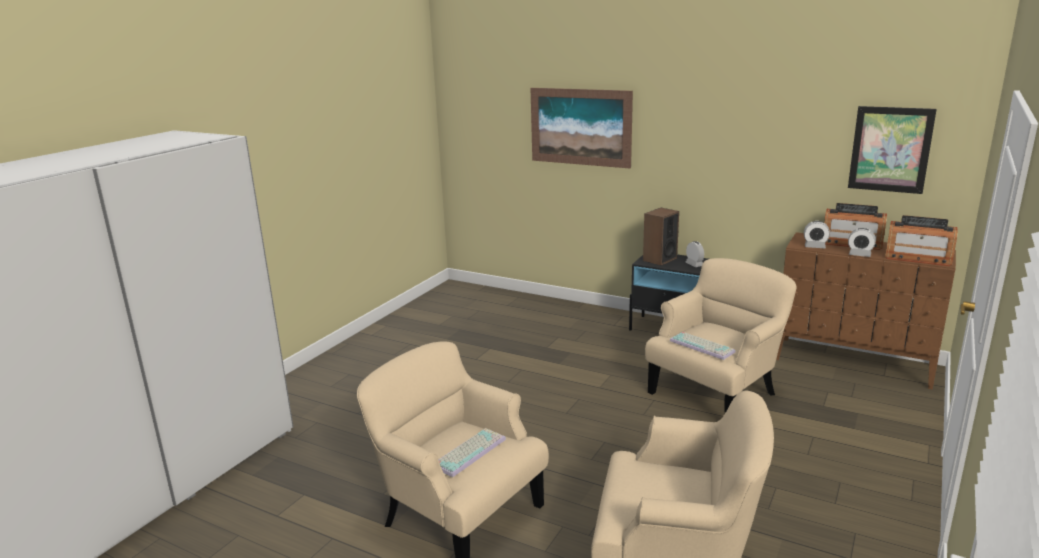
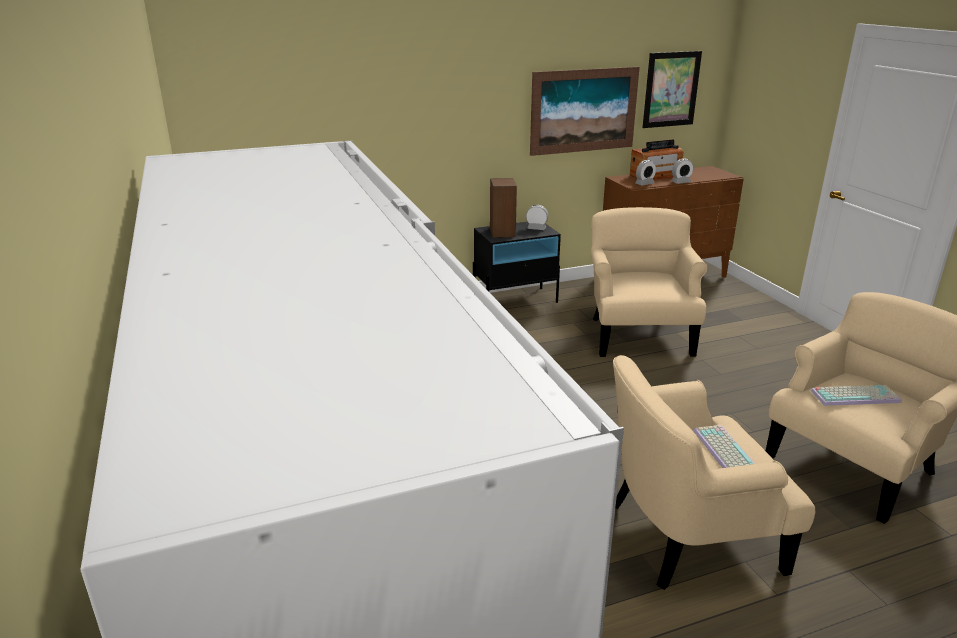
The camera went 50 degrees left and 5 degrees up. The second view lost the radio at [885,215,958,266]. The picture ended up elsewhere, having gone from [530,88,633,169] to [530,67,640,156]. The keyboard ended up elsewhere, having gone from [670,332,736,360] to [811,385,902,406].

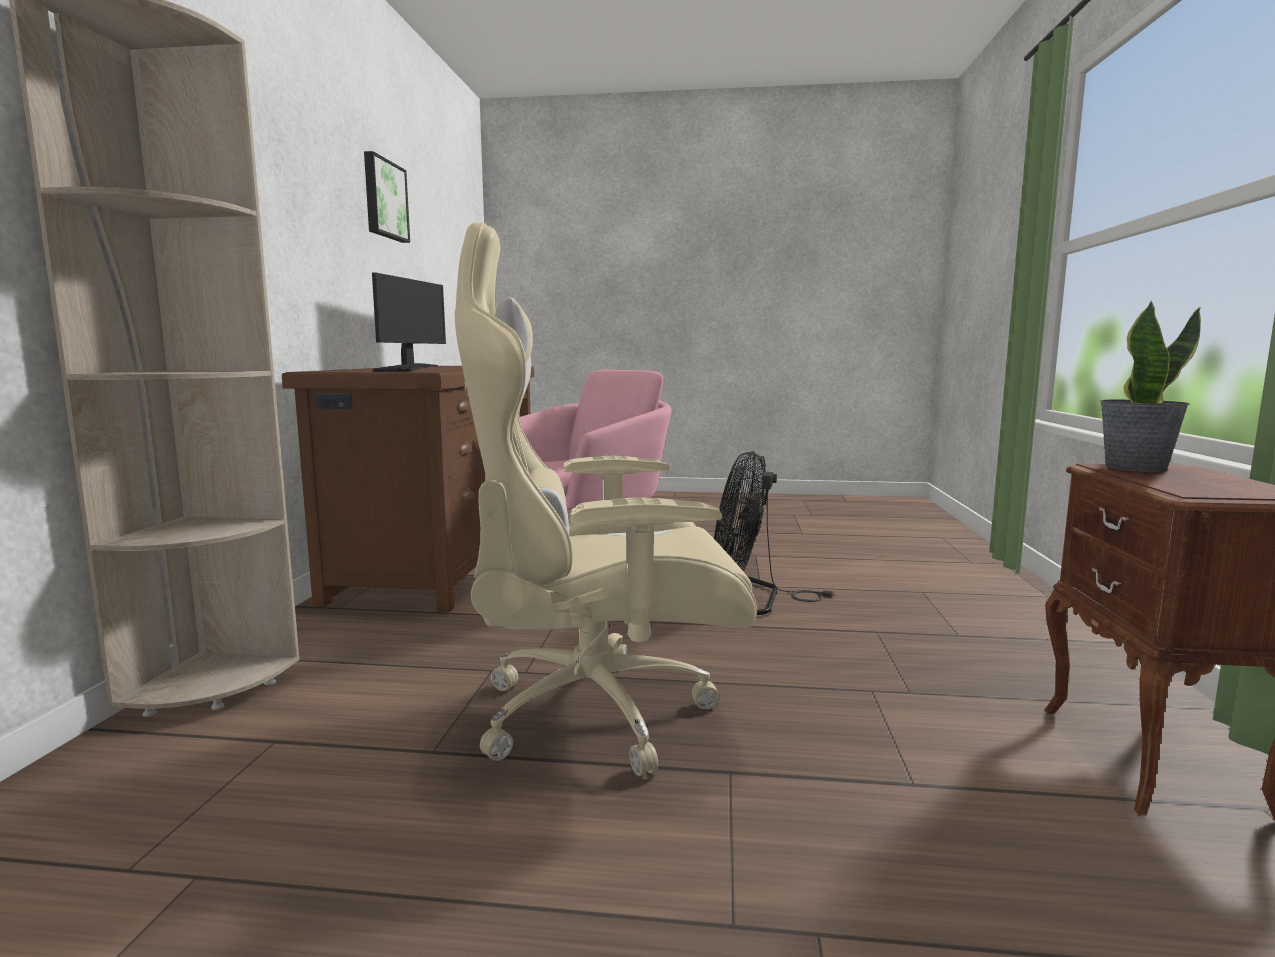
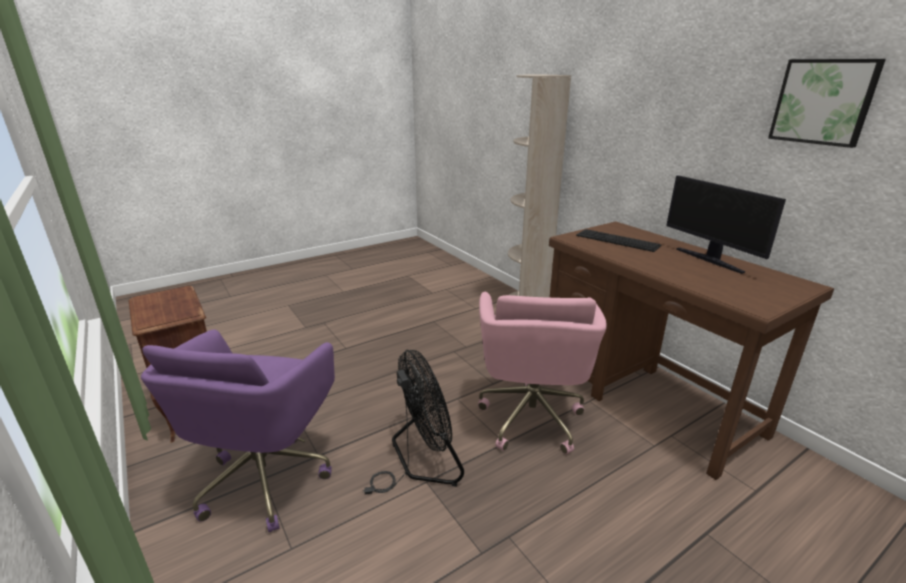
The camera went 140 degrees right and 15 degrees up. The second view lost the office chair (beige) at [455,222,757,776]. The second view lost the potted plant at [1100,301,1201,472]. The second view gained the office chair (purple) at [141,329,335,532].

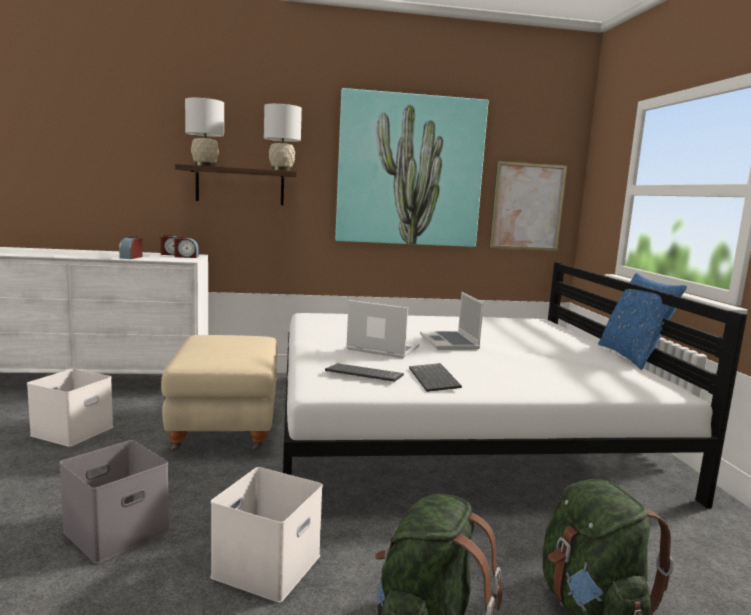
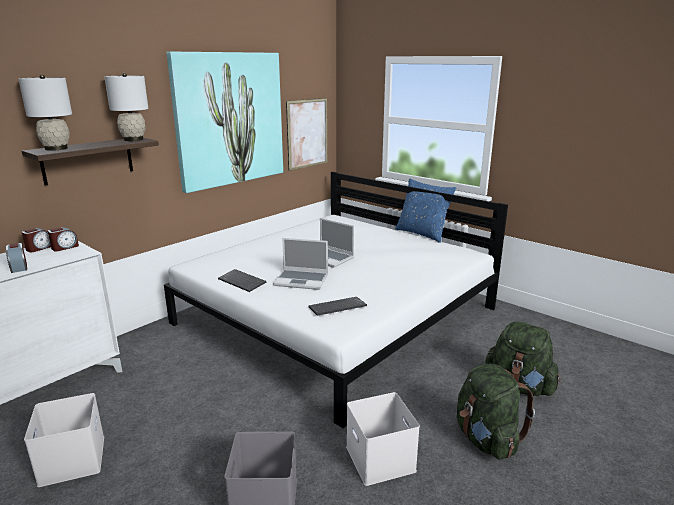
The camera went 40 degrees left and 10 degrees up. The second view lost the ottoman (beige) at [161,335,278,453]. The keyboard ended up elsewhere, having gone from [409,363,462,392] to [218,269,266,292]. The laptop at [346,300,419,358] ended up facing another way, 150 degrees counterclockwise from before.

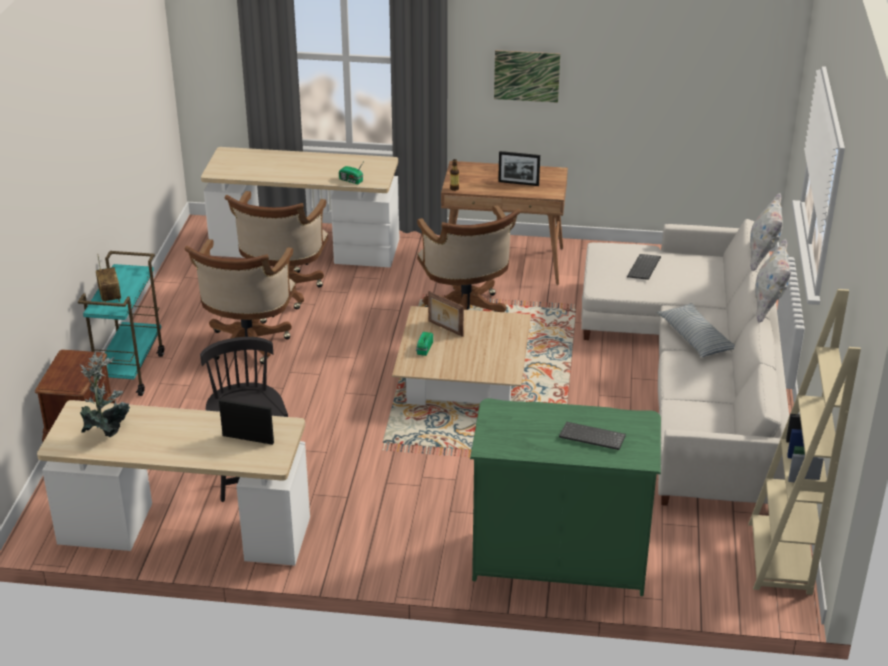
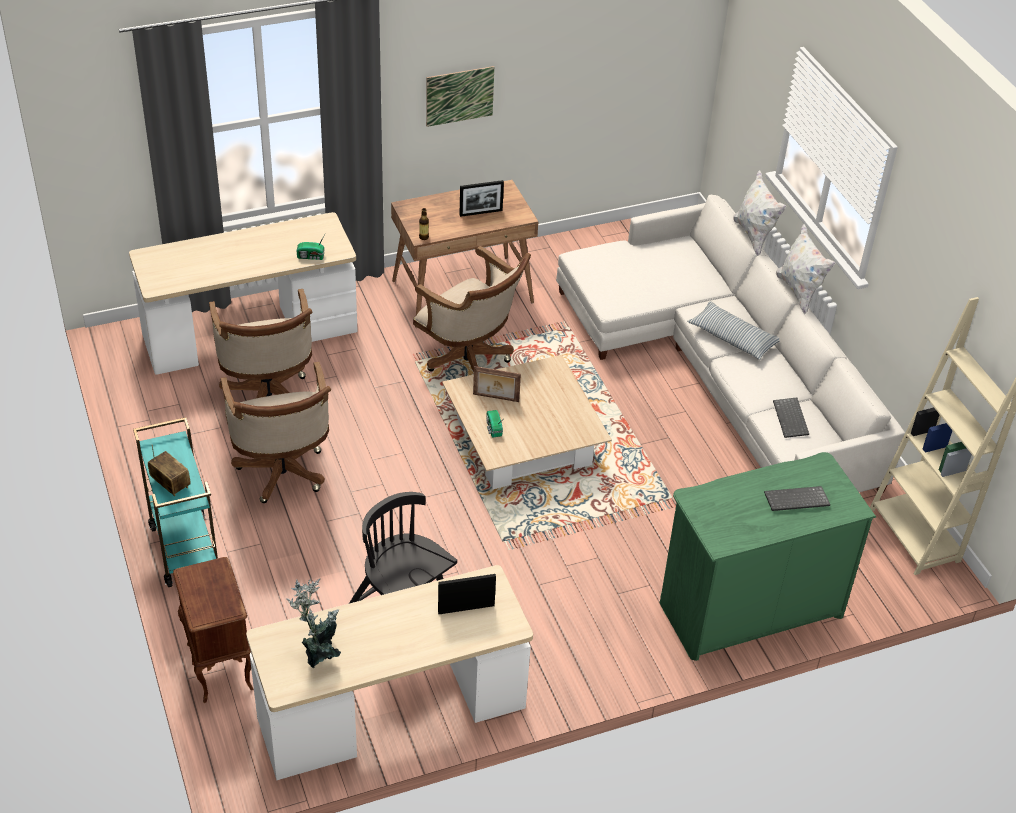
The camera went 30 degrees left and 10 degrees up. The keyboard ended up elsewhere, having gone from [627,254,661,280] to [773,398,809,438].

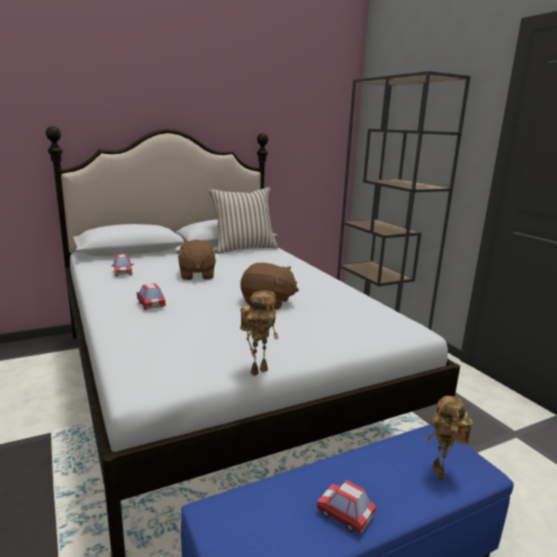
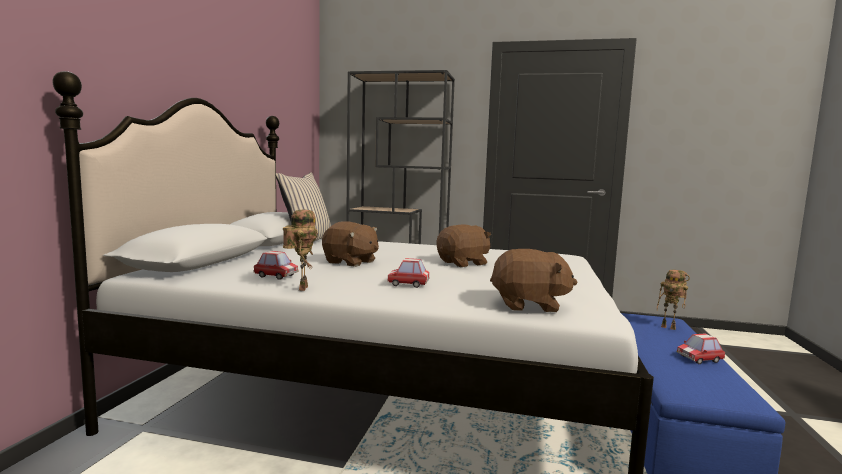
The camera went 50 degrees left and 10 degrees down. The second view gained the plush toy (brown) at [490,249,577,312]. The toy robot ended up elsewhere, having gone from [240,290,278,376] to [283,210,318,291].

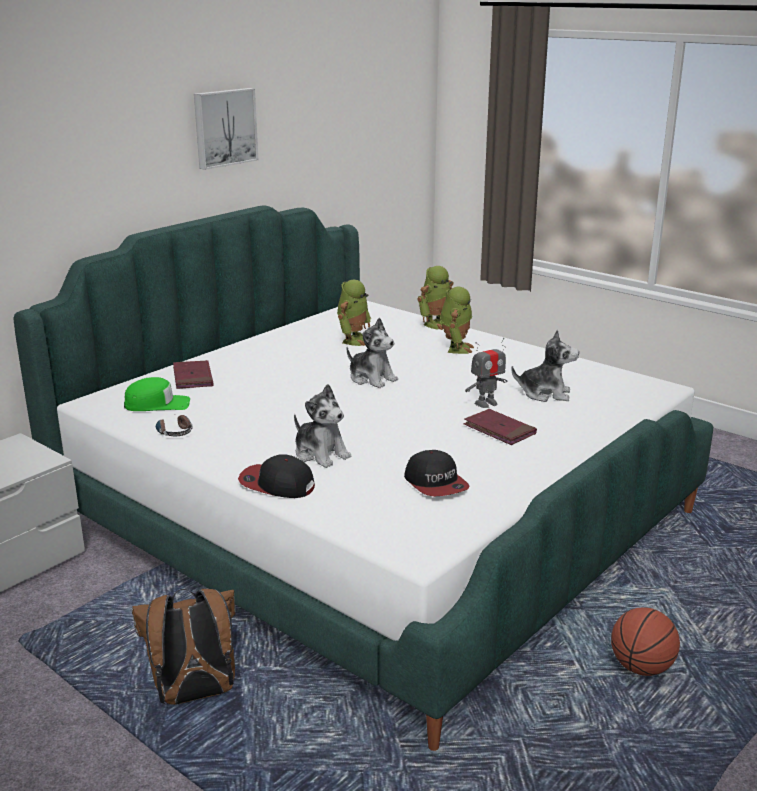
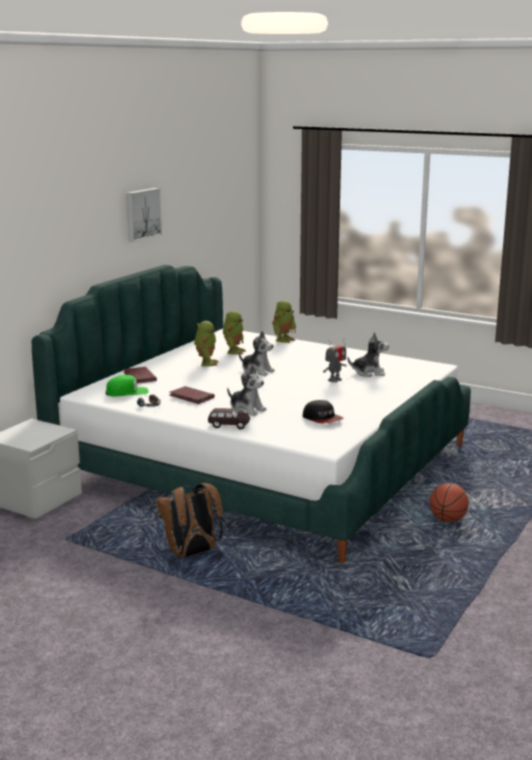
The camera went 10 degrees left and 5 degrees down. The toy robot ended up elsewhere, having gone from [440,287,474,354] to [194,321,218,366]. The book (red) ended up elsewhere, having gone from [464,409,537,445] to [169,386,214,404]. Where the cap stood at [238,454,315,498], the toy car (brown) came to stand at [208,408,250,429].

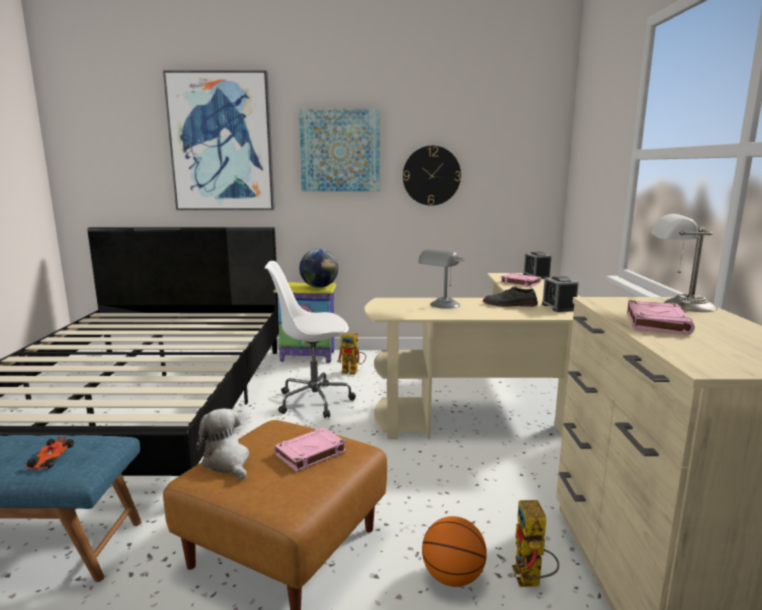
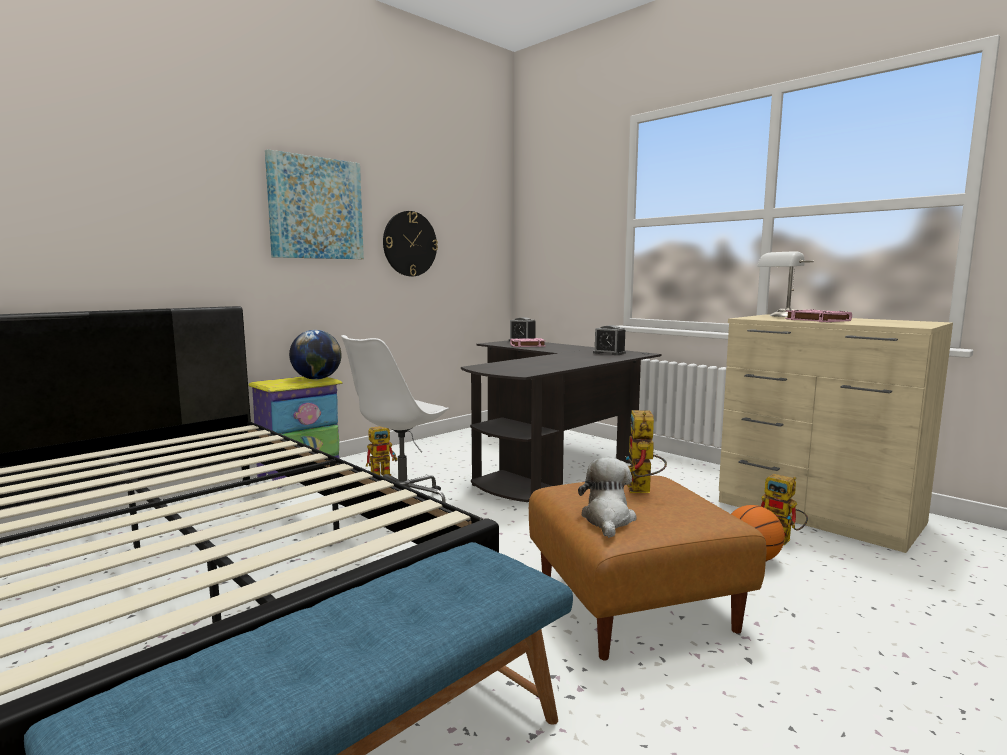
The camera went 45 degrees left and 5 degrees down. The second view lost the toy car at [24,437,74,469]. The second view lost the picture at [163,70,275,210]. The second view lost the table lamp (grey) at [418,249,466,309]. The second view lost the shoe (grey) at [483,286,538,307]. Where the book (pink) stood at [274,428,347,472], the toy robot came to stand at [625,410,667,493]. What was the desk (beige) at [364,273,580,439] turned into the desk (black) at [461,340,661,502]. The plush toy at [196,408,249,480] ended up facing another way, 90 degrees clockwise from before.

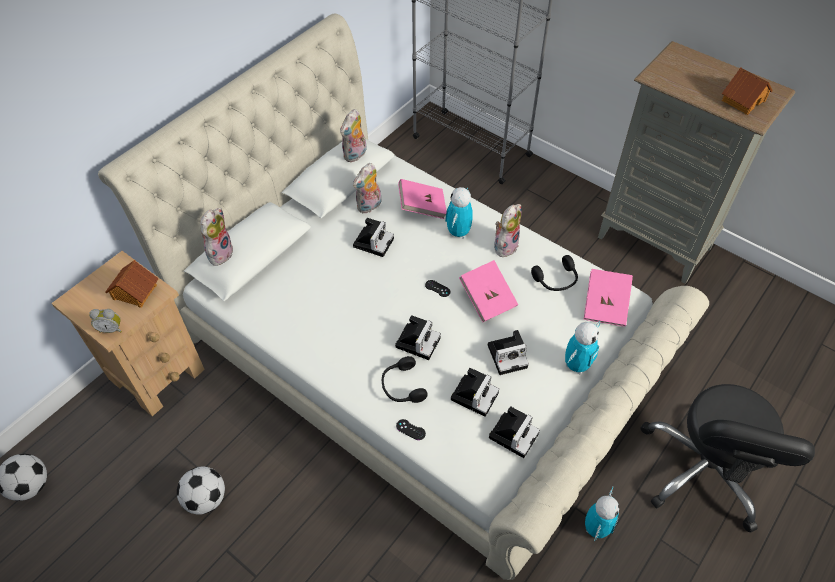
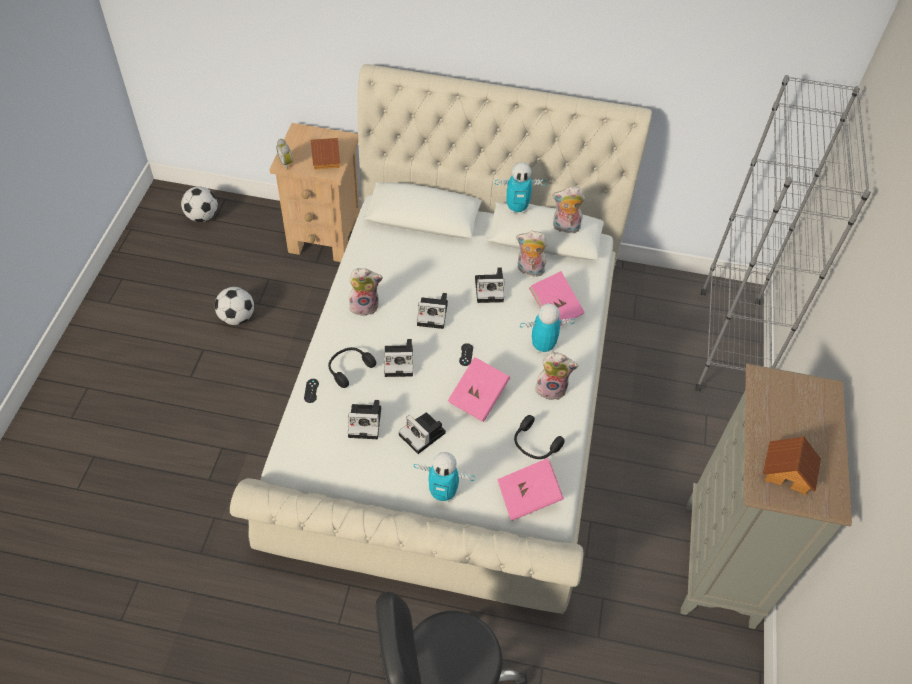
The camera went 60 degrees right and 0 degrees up. The plush toy ended up elsewhere, having gone from [200,208,233,268] to [349,268,383,316]. The photo camera ended up elsewhere, having gone from [489,406,540,458] to [417,293,448,329]. The toy robot ended up elsewhere, having gone from [585,487,619,542] to [495,162,546,213].

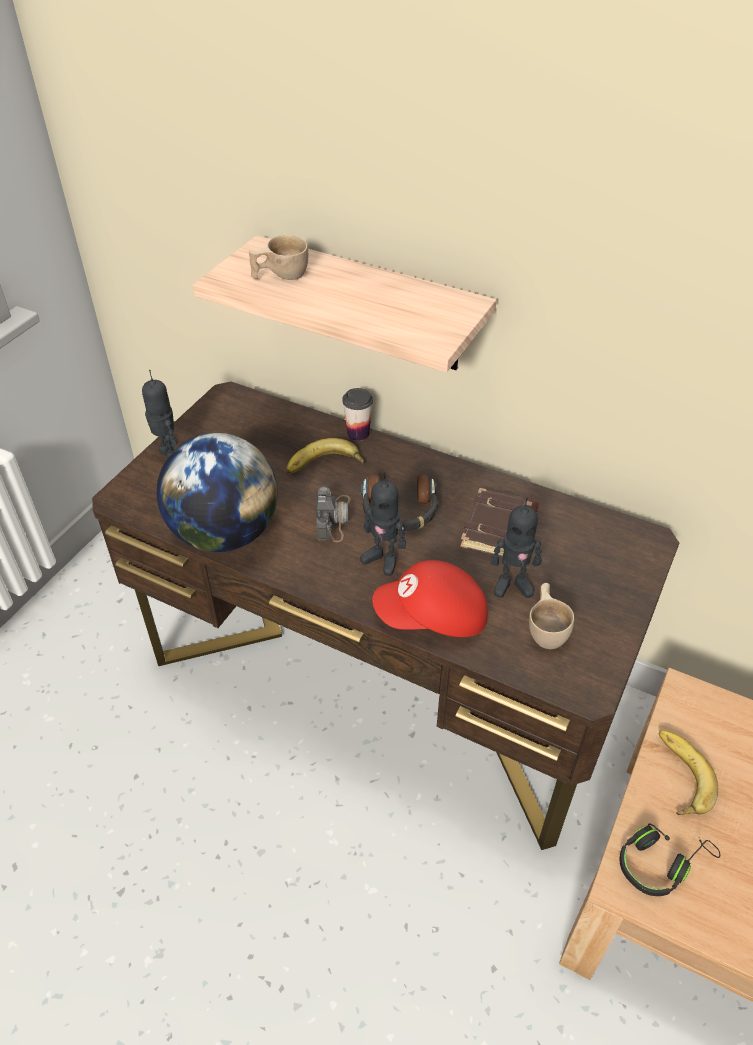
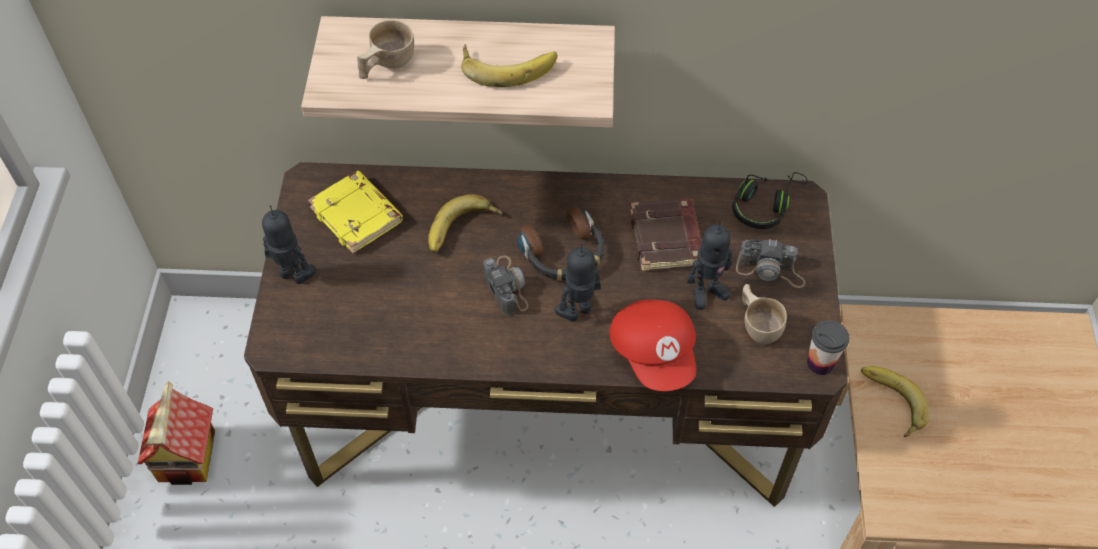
The camera went 25 degrees left and 10 degrees up. The second view lost the globe at [156,433,278,552]. The second view gained the toy house at [138,381,215,485]. The second view gained the book (yellow) at [308,171,403,254]. The second view gained the banana at [461,44,557,87]. The second view gained the photo camera at [736,239,805,288]. The cup ended up elsewhere, having gone from [342,388,373,441] to [807,320,849,375]. The headphones (black) ended up elsewhere, having gone from [620,823,720,896] to [732,172,808,229]. The toy robot at [360,472,406,576] ended up facing another way, 135 degrees clockwise from before. The cap (red) at [372,560,488,637] ended up facing another way, 75 degrees counterclockwise from before.

